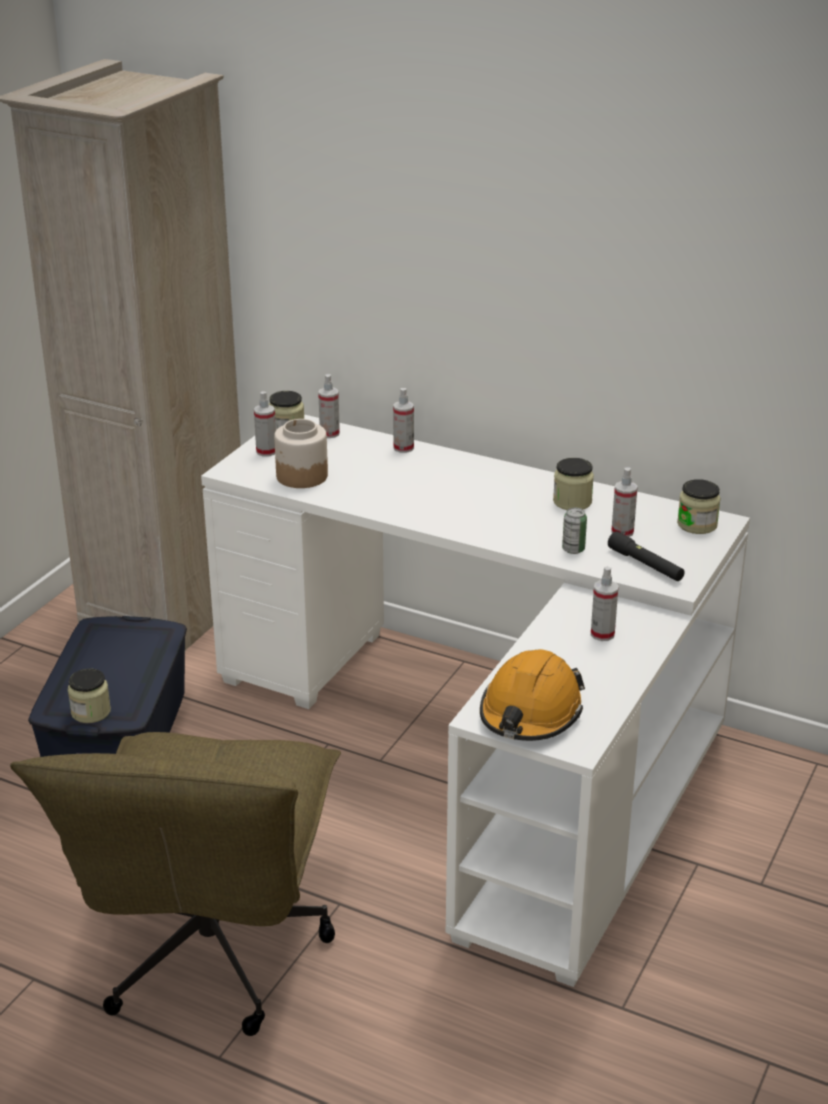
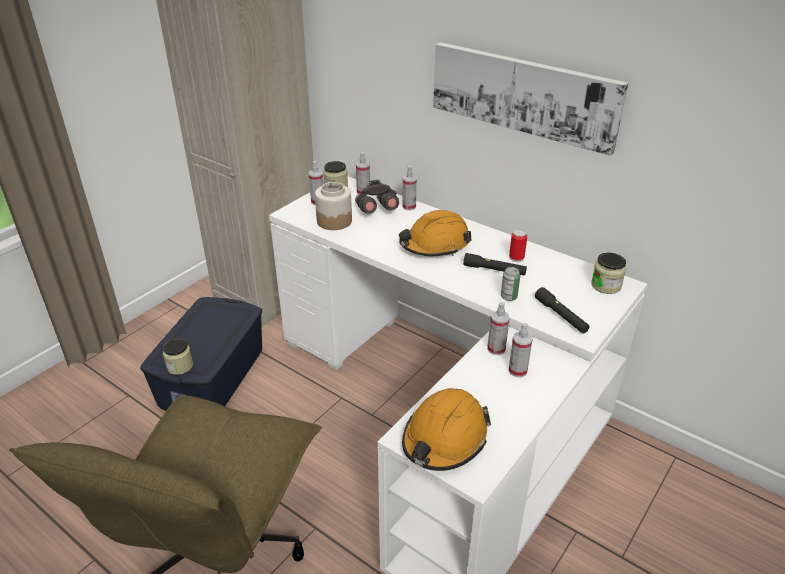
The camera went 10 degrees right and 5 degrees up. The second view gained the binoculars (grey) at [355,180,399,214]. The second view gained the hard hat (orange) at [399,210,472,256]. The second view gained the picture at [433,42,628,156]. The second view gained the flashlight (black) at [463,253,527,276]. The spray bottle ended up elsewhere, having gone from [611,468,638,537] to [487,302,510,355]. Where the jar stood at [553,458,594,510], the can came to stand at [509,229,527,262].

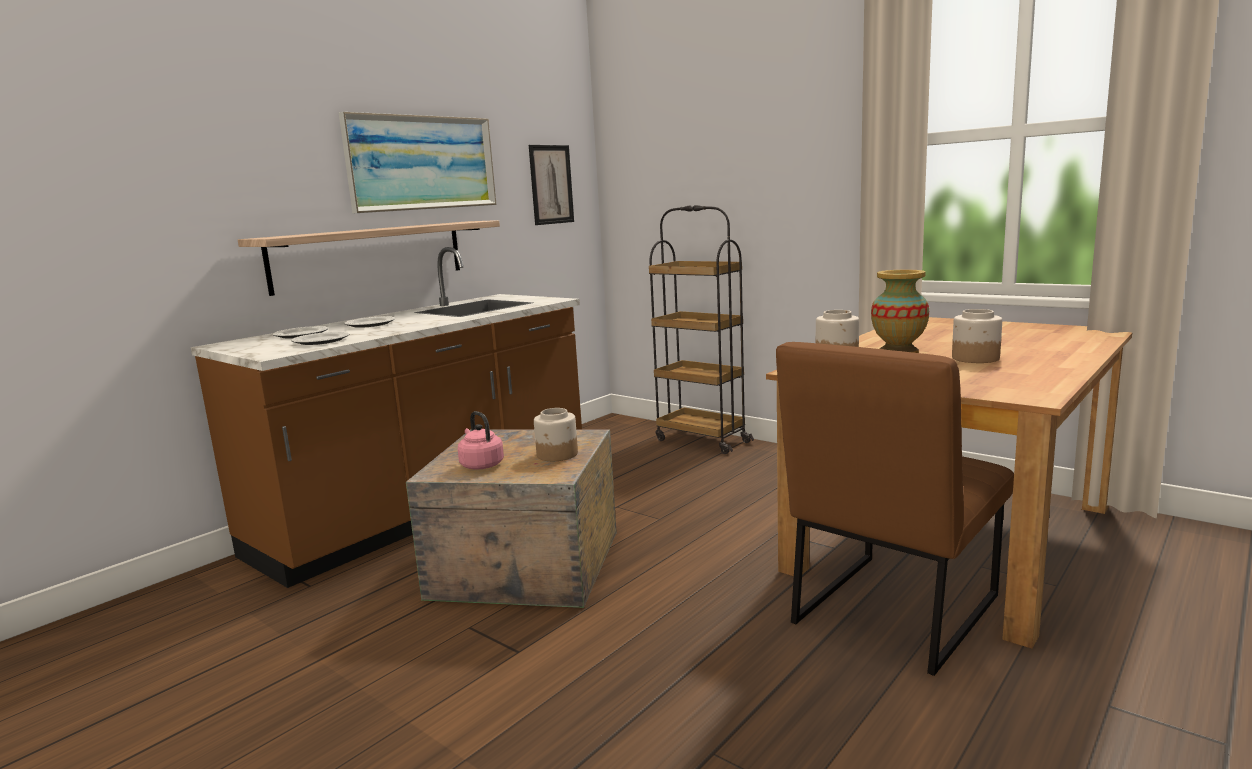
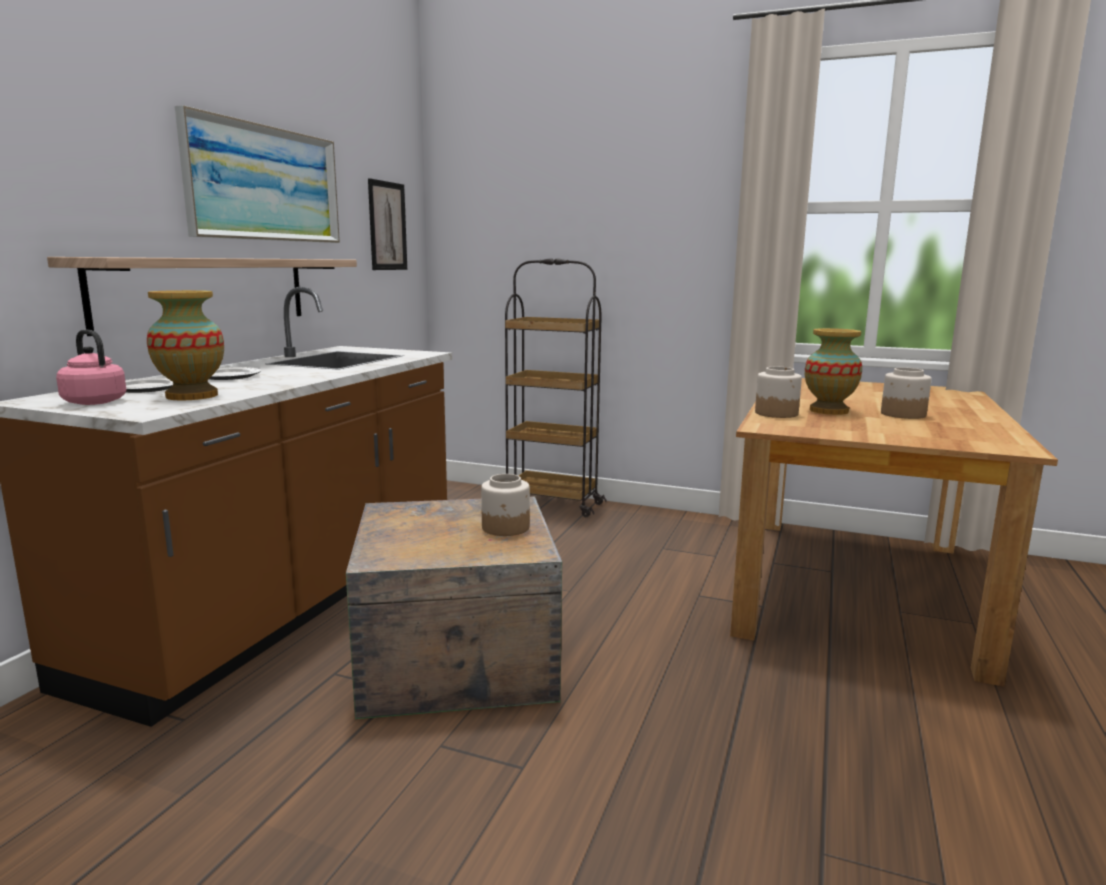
The camera went 20 degrees left and 0 degrees up. The second view lost the chair (brown) at [776,342,1014,676]. The kettle (pink) ended up elsewhere, having gone from [458,411,504,469] to [56,330,126,405]. Where the plate stood at [291,332,349,345], the vase came to stand at [147,290,224,400].

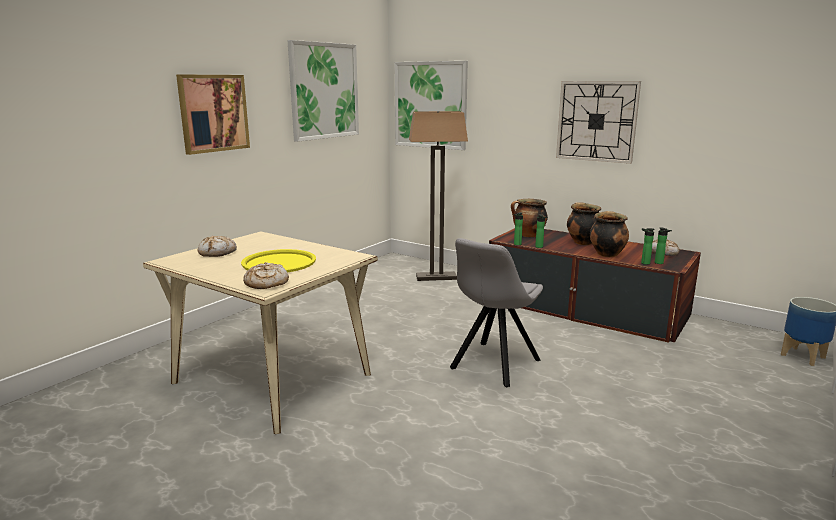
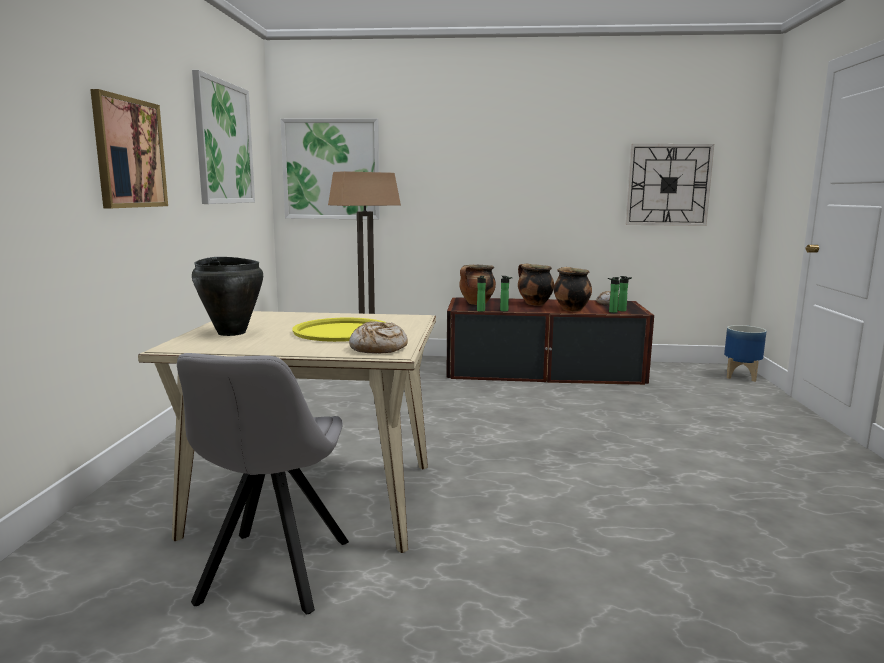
The camera went 30 degrees left and 5 degrees down. The chair (grey) ended up elsewhere, having gone from [450,238,543,387] to [177,353,349,614]. The wall clock ended up elsewhere, having gone from [556,81,641,164] to [626,144,714,226]. Where the bread stood at [198,236,237,257], the cooking pot (black) came to stand at [192,257,263,336].

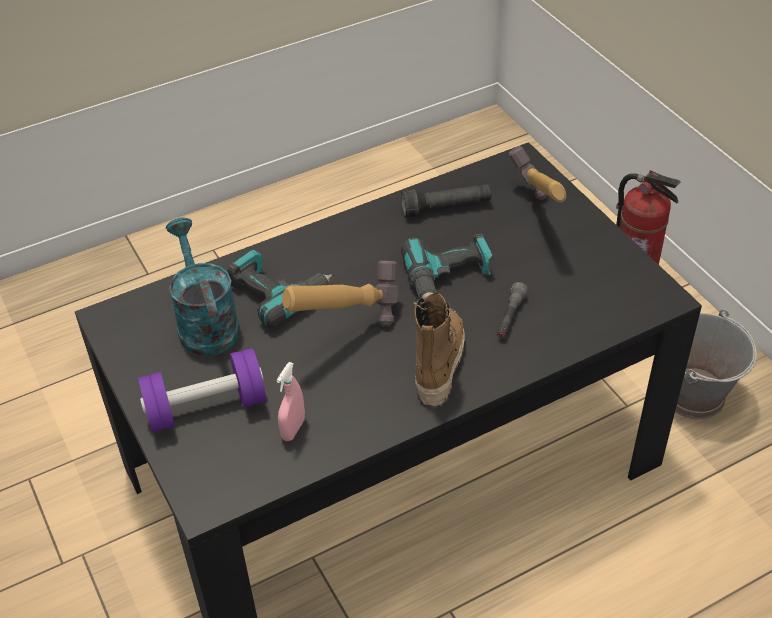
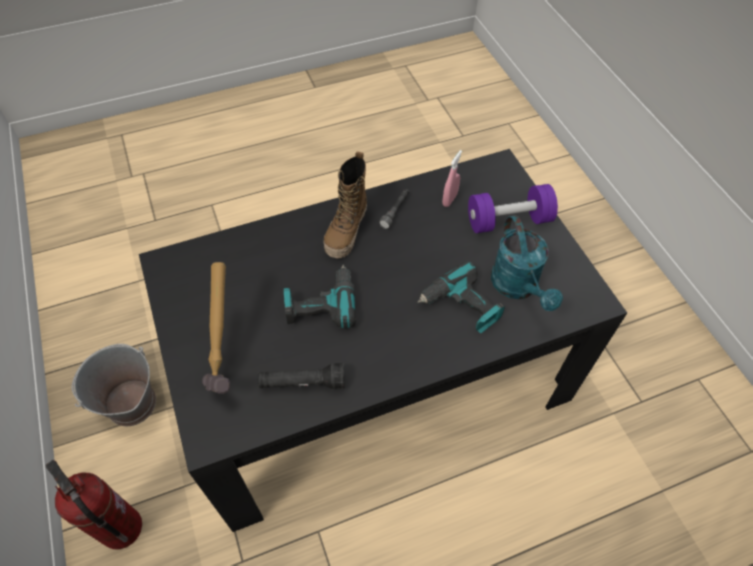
The camera went 175 degrees left and 10 degrees up. The second view lost the hammer at [282,261,398,327]. The flashlight (grey) ended up elsewhere, having gone from [497,282,528,338] to [379,189,409,229].

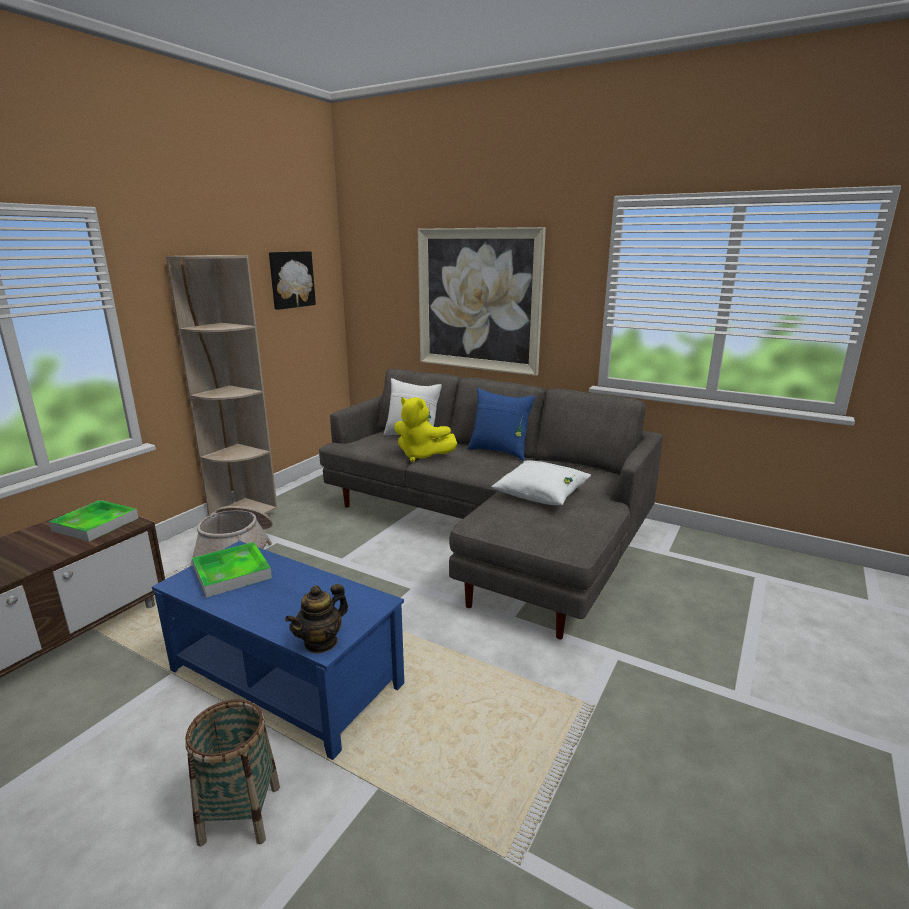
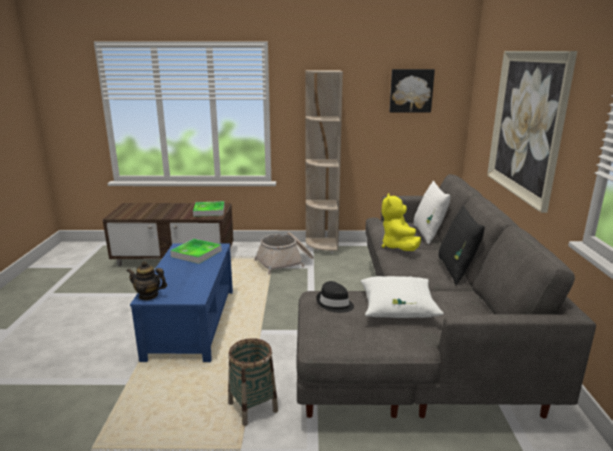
The camera went 60 degrees right and 0 degrees up. The second view gained the hat (black) at [316,281,354,313]. The basket ended up elsewhere, having gone from [185,699,280,847] to [228,338,278,426]. What was the pillow (blue) at [468,388,535,461] turned into the pillow (black) at [439,206,485,285].

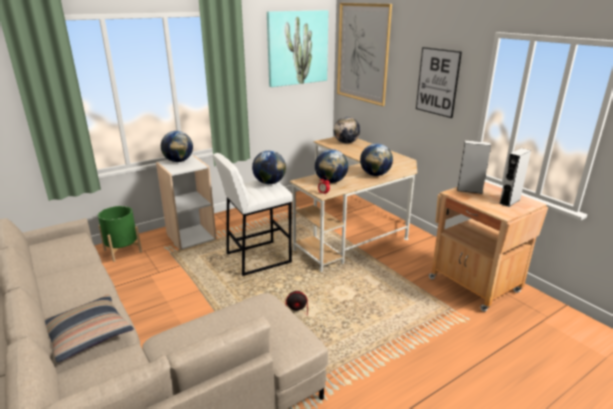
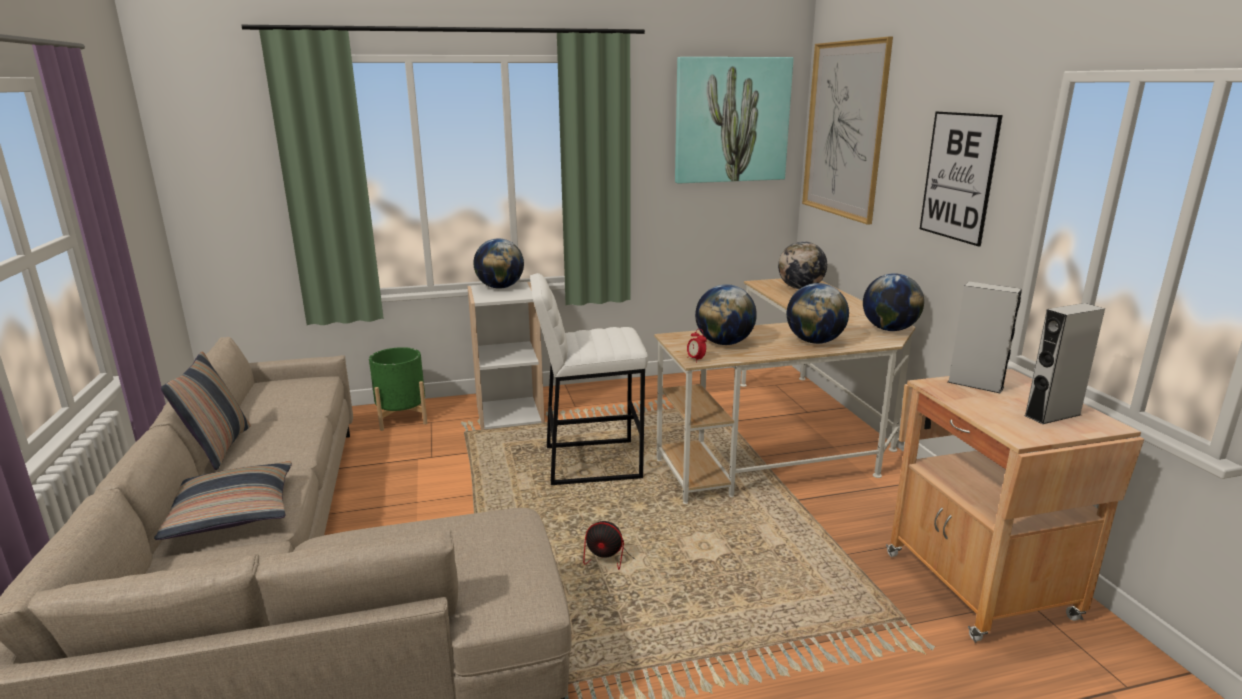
The camera went 20 degrees right and 5 degrees down. The second view gained the pillow at [161,351,251,470]. The globe ended up elsewhere, having gone from [252,151,286,184] to [863,273,924,331].

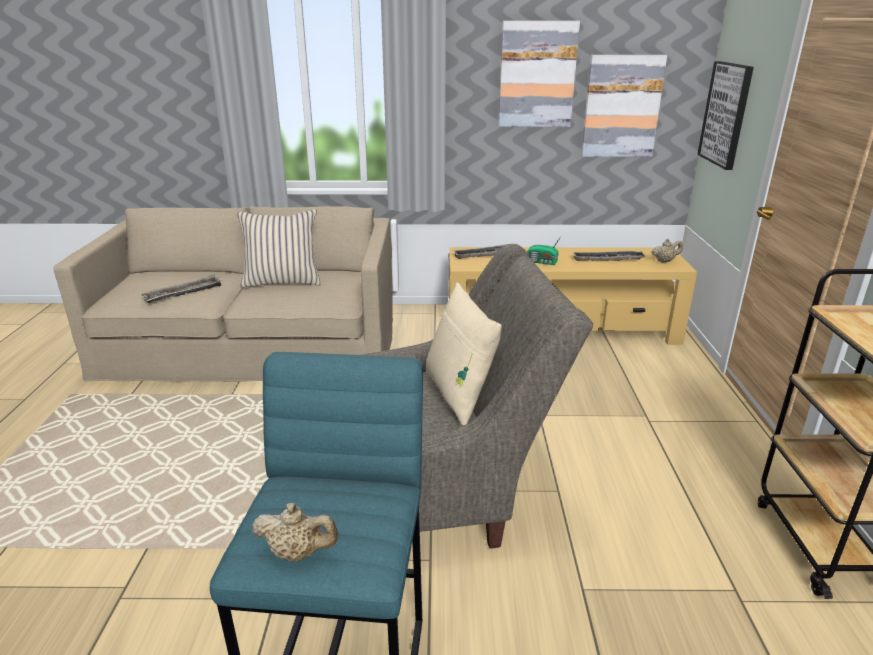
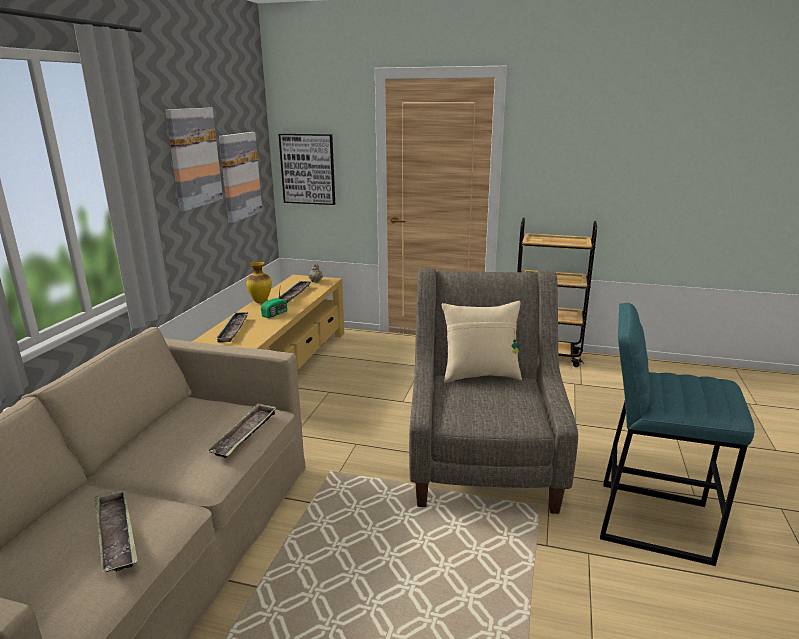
The camera went 75 degrees left and 5 degrees down. The second view lost the pillow (beige) at [237,209,321,287]. The second view lost the teapot (beige) at [252,503,338,562]. The second view gained the tray at [207,403,277,458]. The second view gained the vase at [246,261,272,303].

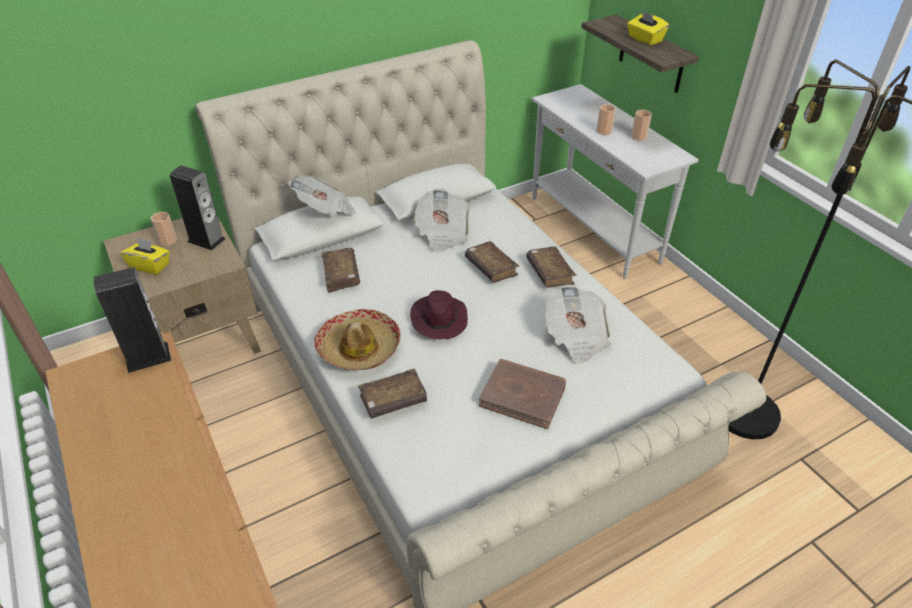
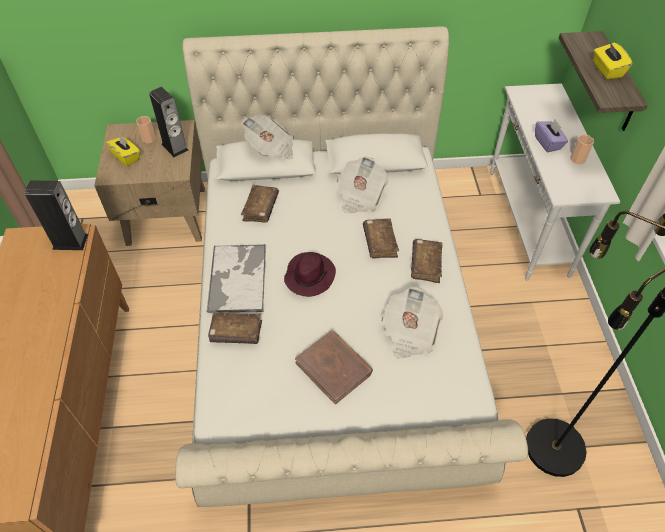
The camera went 25 degrees right and 10 degrees up. Where the hat stood at [314,309,401,370], the tray came to stand at [207,244,266,313]. Where the cup stood at [596,104,616,135], the tissue box (purple) came to stand at [535,119,568,152].

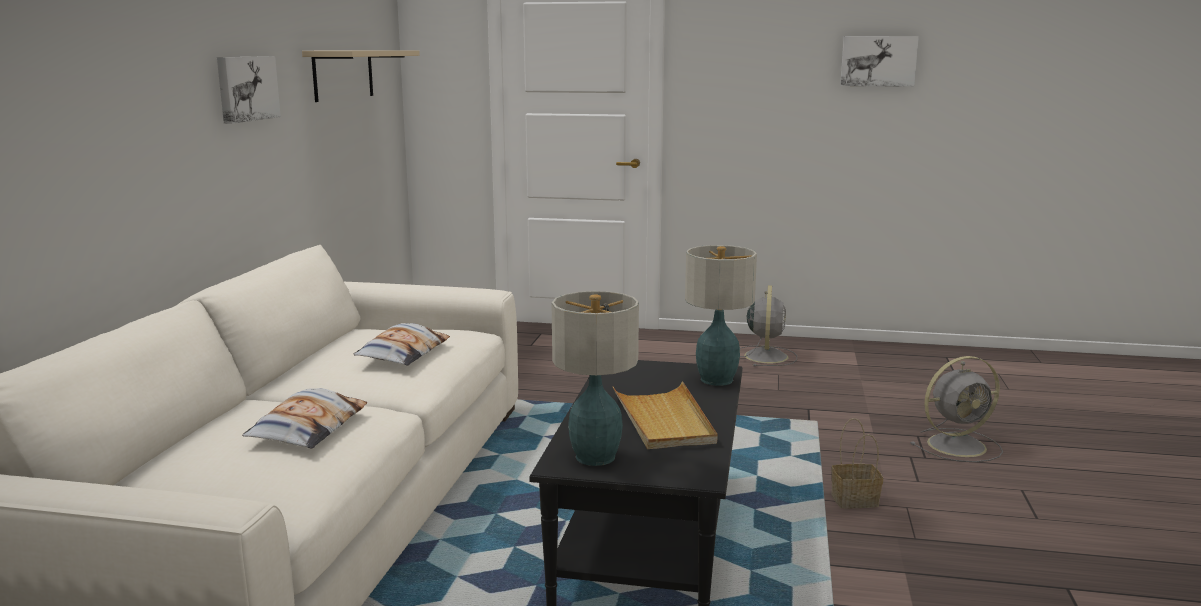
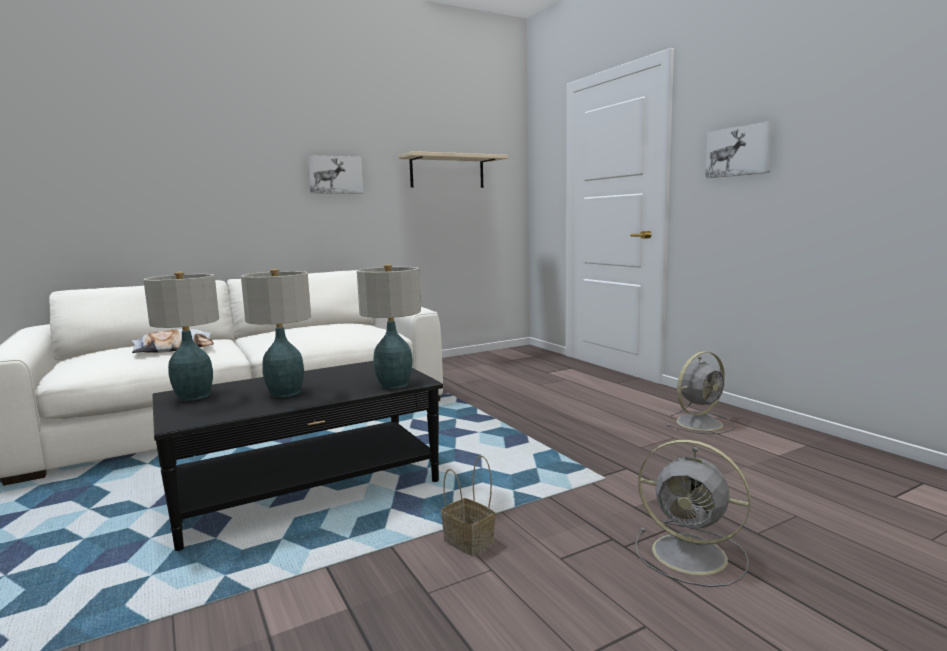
The camera went 50 degrees right and 5 degrees down. The second view lost the pillow at [353,323,450,366]. The picture ended up elsewhere, having gone from [840,36,919,87] to [705,121,773,178]. Where the tray (beige) stood at [612,382,717,449], the table lamp came to stand at [241,269,311,397].

